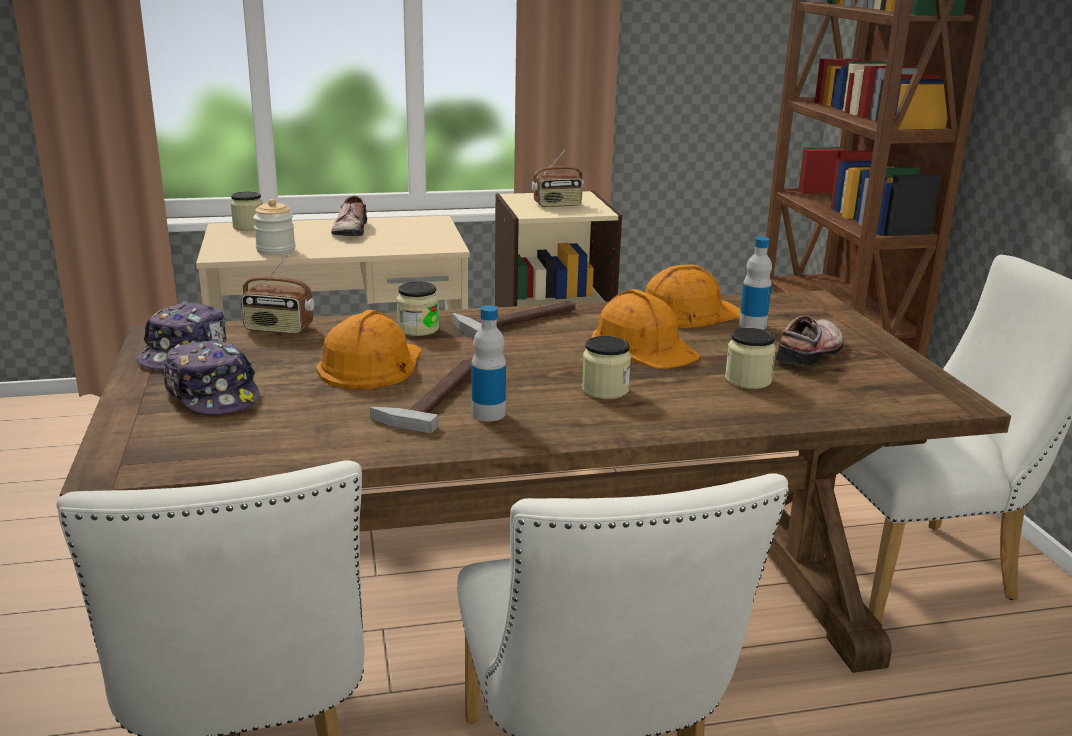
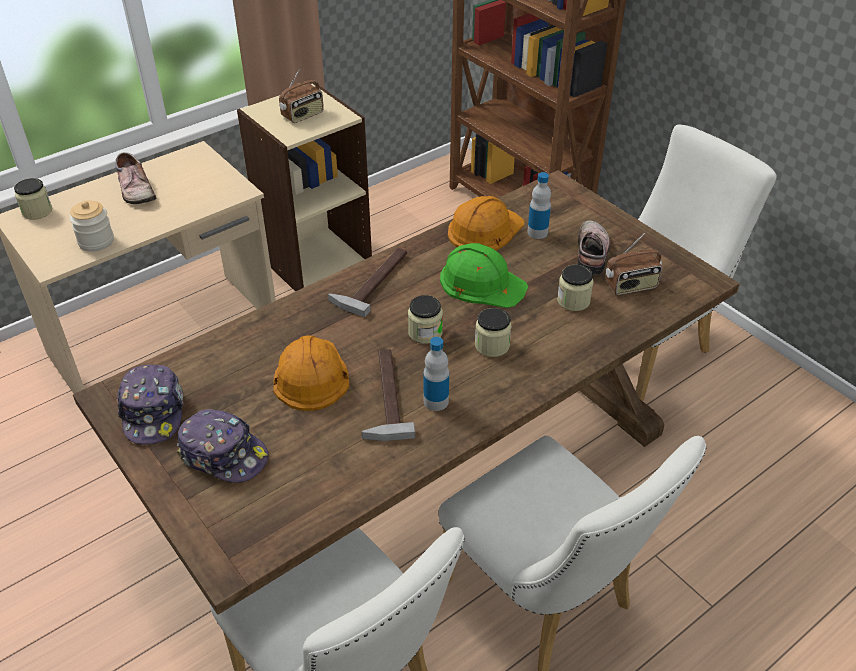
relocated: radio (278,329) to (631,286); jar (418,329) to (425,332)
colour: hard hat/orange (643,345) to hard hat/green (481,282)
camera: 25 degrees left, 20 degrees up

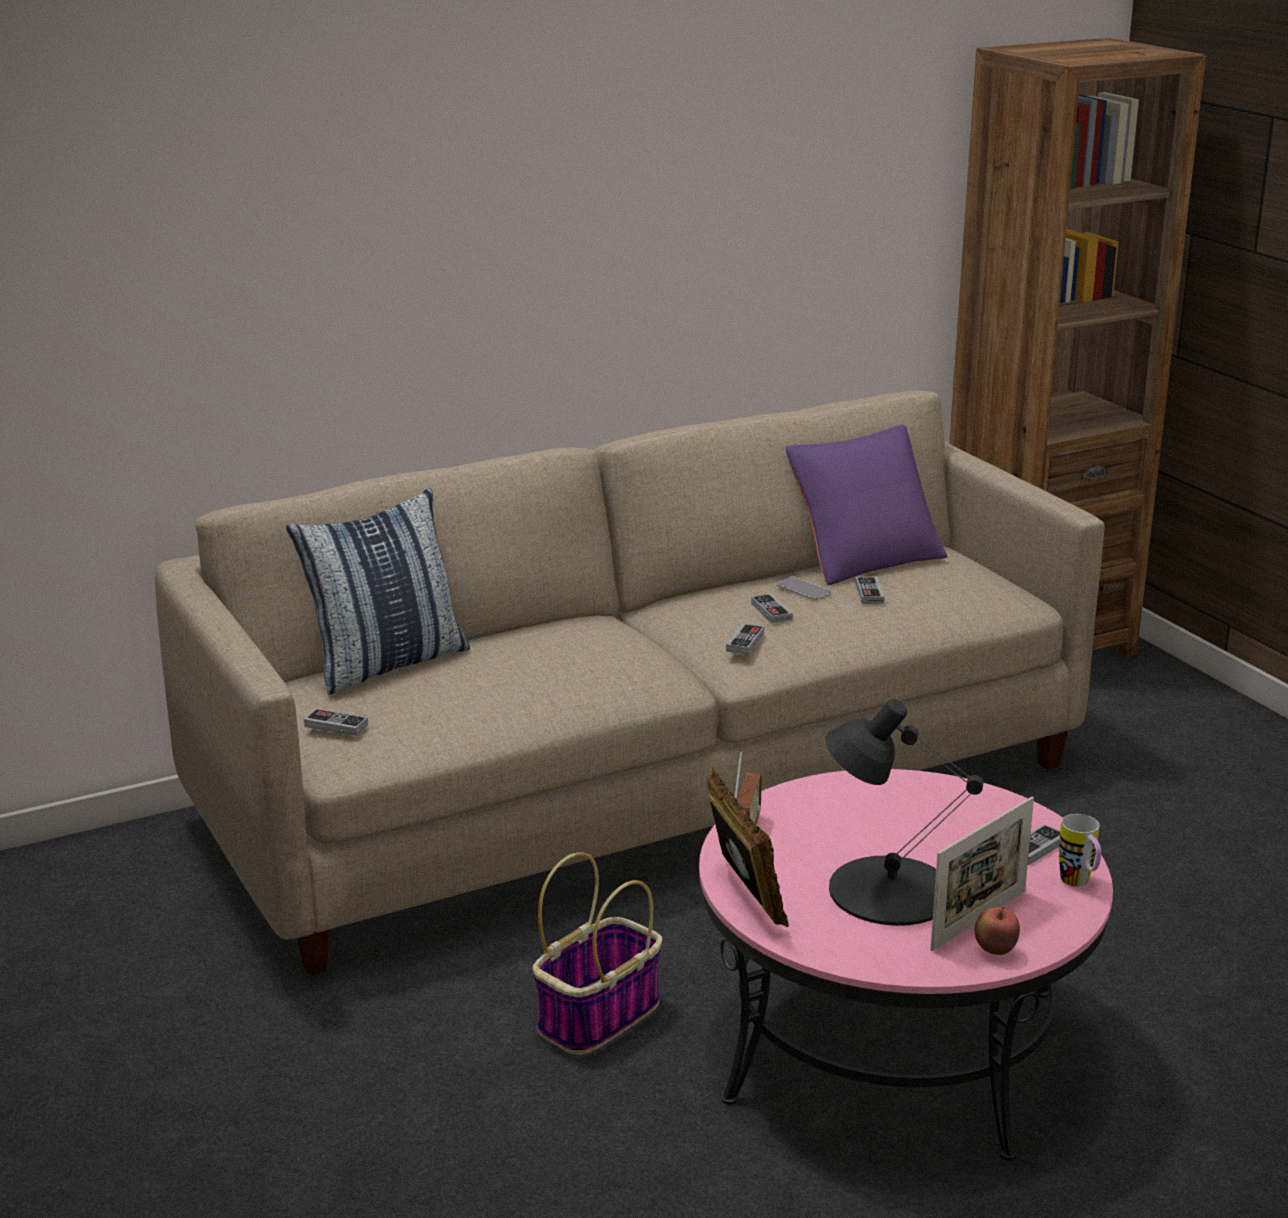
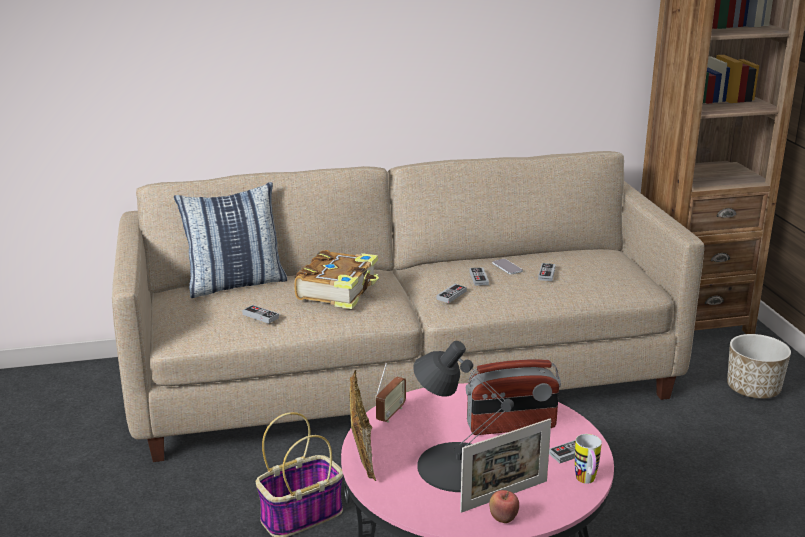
missing: pillow/purple (864,557)
appeared: book (339,290); radio (511,426); planter (753,389)
relocated: game controller (336,725) to (260,316)
camera: 15 degrees right, 0 degrees up

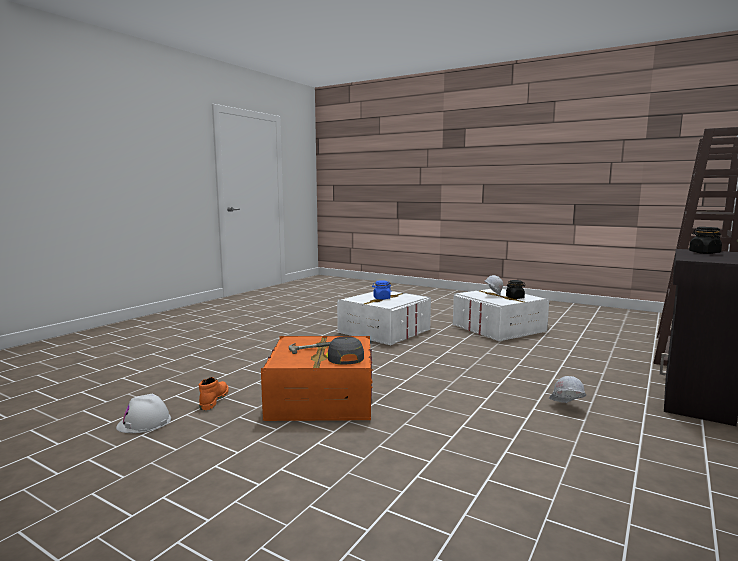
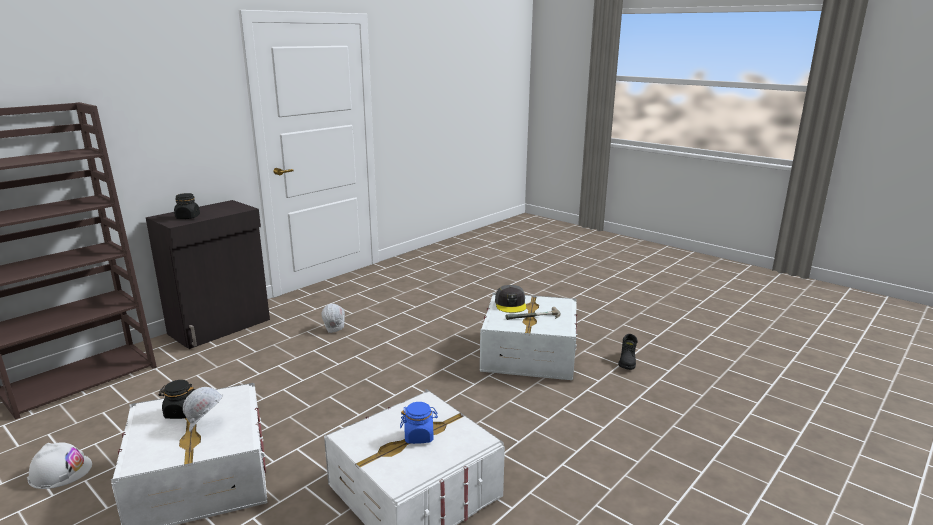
relocated: hard hat/white (144,422) to (60,471)
colour: boot/orange (213,400) to boot/black (627,362); storage box/orange (321,399) to storage box/white (529,354)
camera: 170 degrees left, 10 degrees up

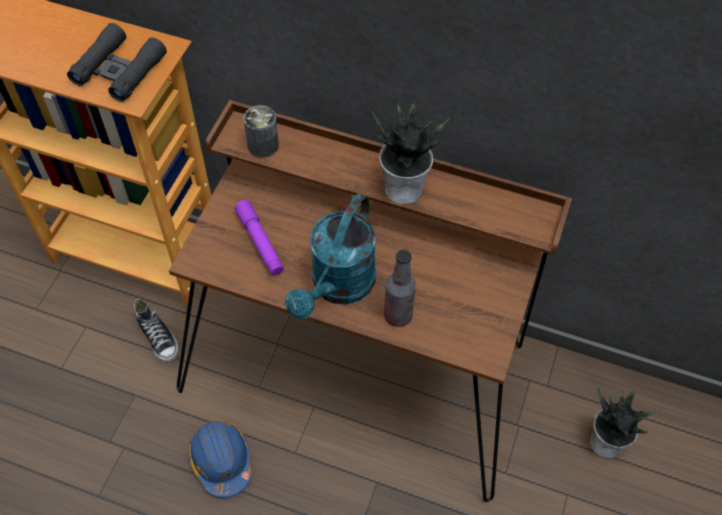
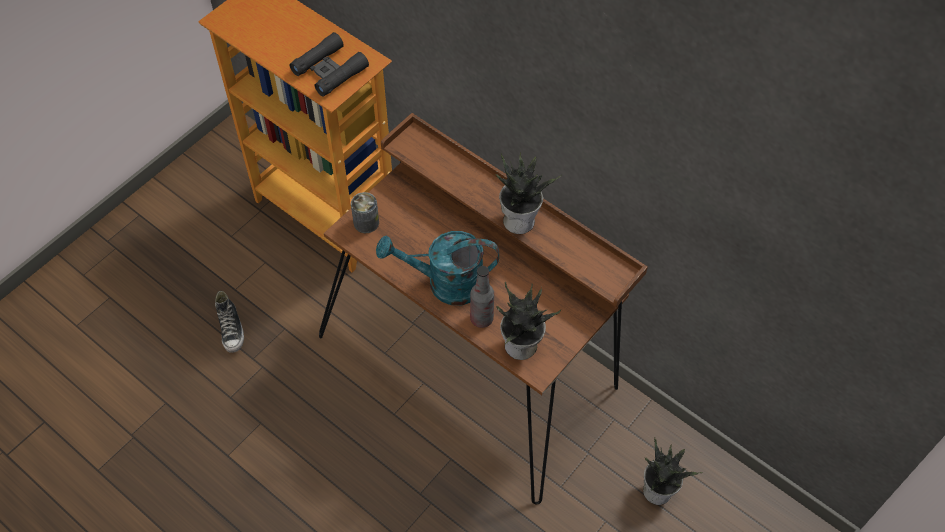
missing: hard hat/blue (221,460); flashlight/purple (260,242)
appeared: potted plant (521,347)
relocated: shoe (159,338) to (231,329); can (263,145) to (366,222)
spun: watering can/turquoise (338,287) = (445,283) 45 degrees clockwise
camera: 20 degrees right, 0 degrees up

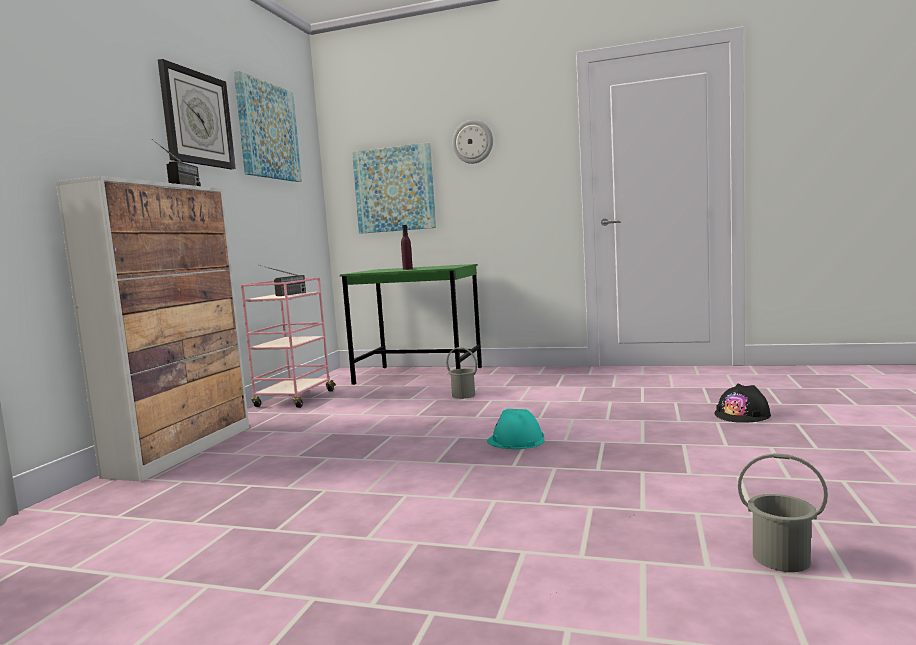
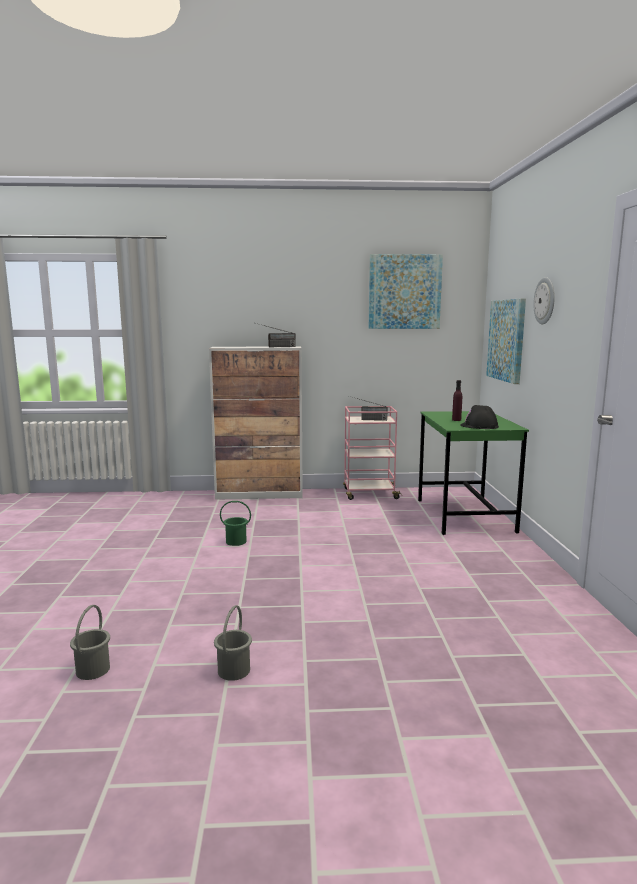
missing: wall clock (197,118); hard hat/turquoise (515,441)
appeared: bucket/green (236,541)
relocated: bucket/grey (463,395) to (234,670); hard hat/black (742,415) to (479,426)
camera: 70 degrees right, 5 degrees up

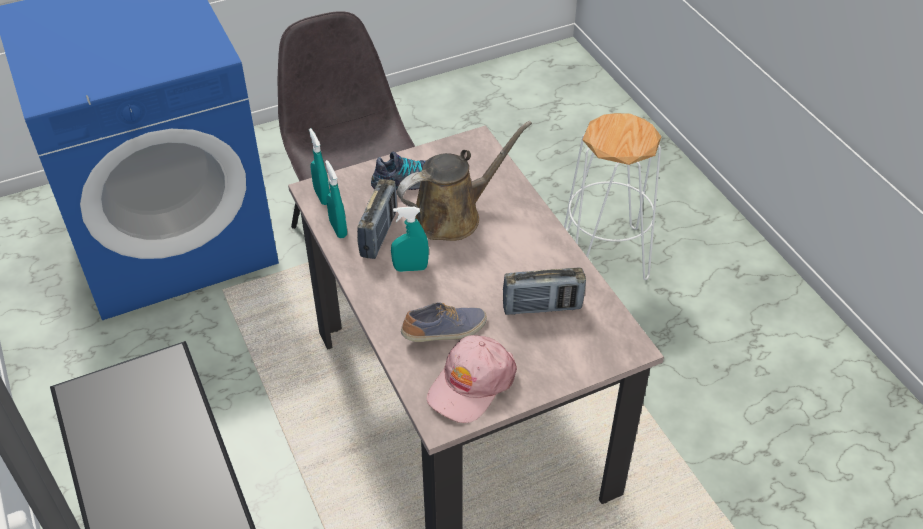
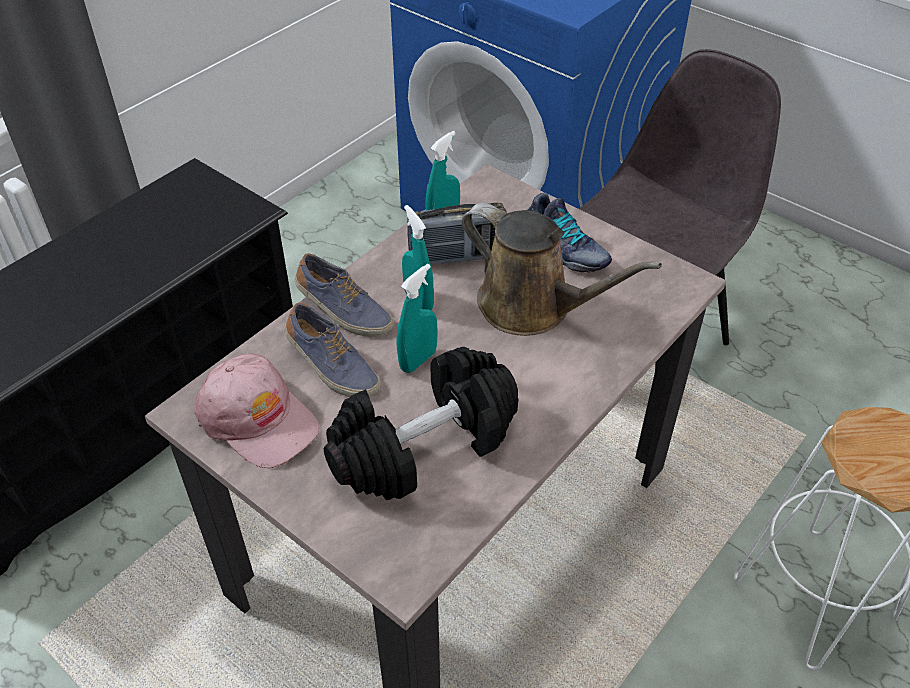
appeared: shoe (343,311)
relocated: spray bottle/turquoise (322,196) to (418,360)
exchanged: radio (542,307) to dumbbell/black (424,447)
spun: cap/pink (471,384) = (258,419) 150 degrees counterclockwise
camera: 65 degrees right, 0 degrees up

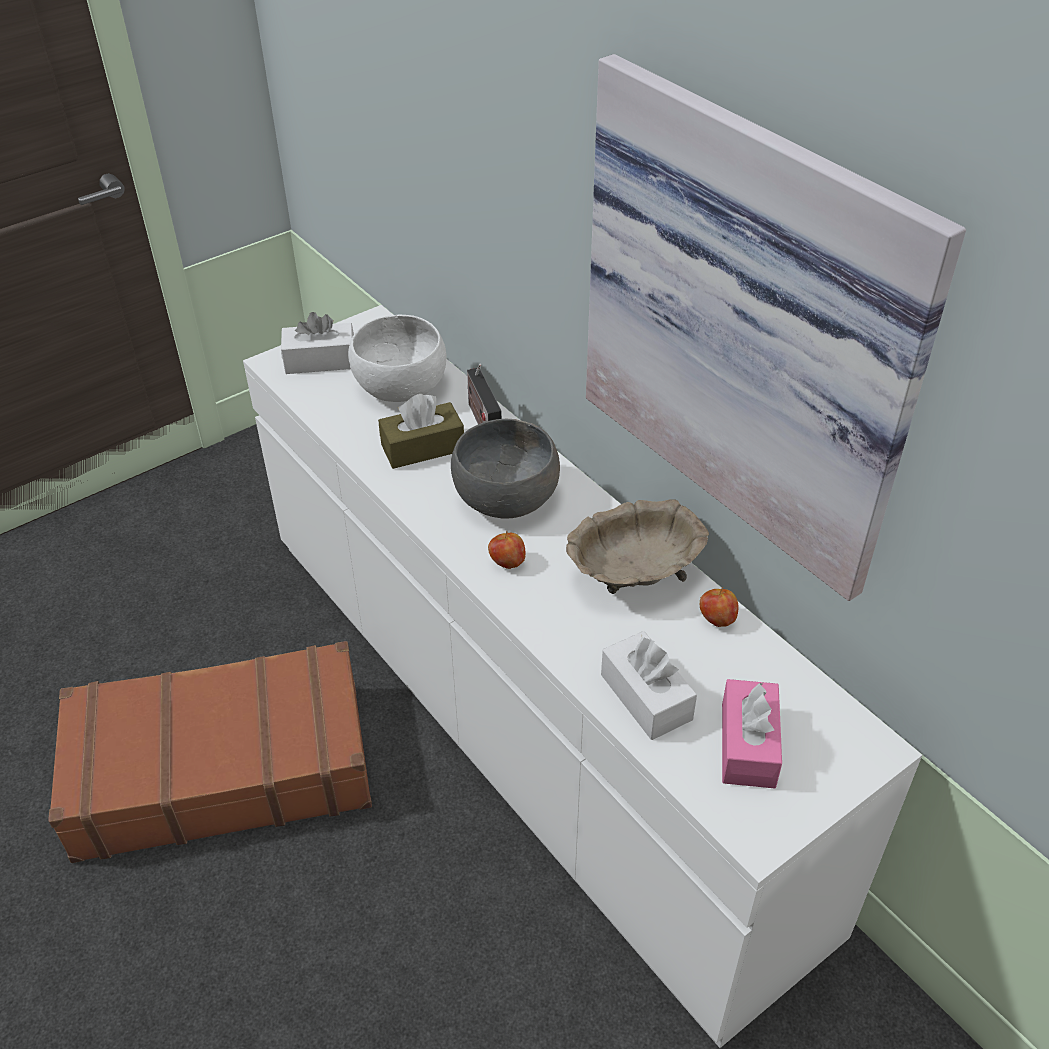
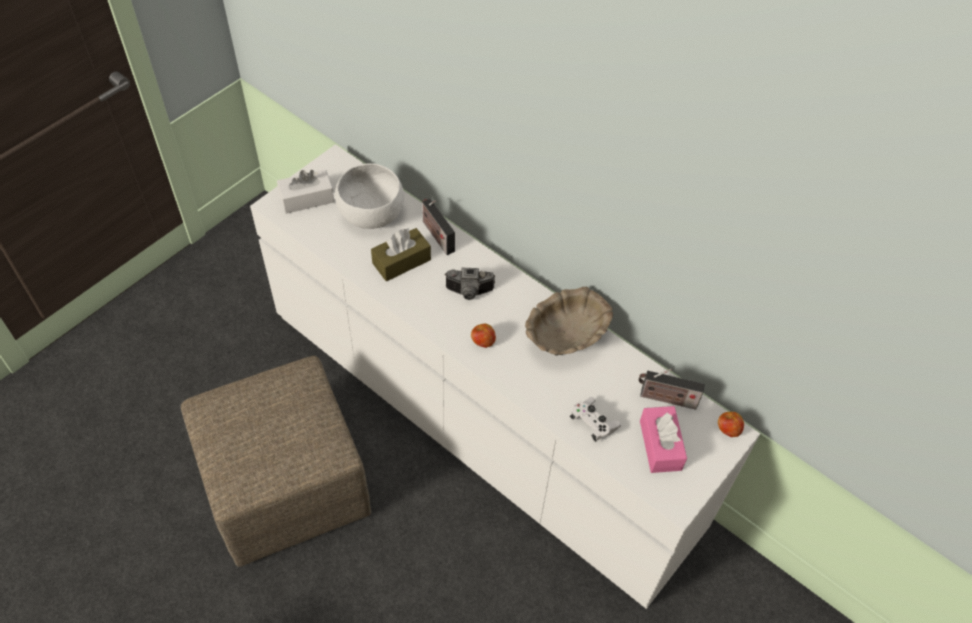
missing: picture (751,323)
appeared: radio (665,399)
relocated: apple (717,619) to (727,430)
exchanged: suitcase/brown (221,768) to ottoman/beige (284,488); bowl/grey (507,498) to photo camera (469,293); tissue box/white (646,697) to game controller/white (593,423)
camera: 15 degrees left, 10 degrees up

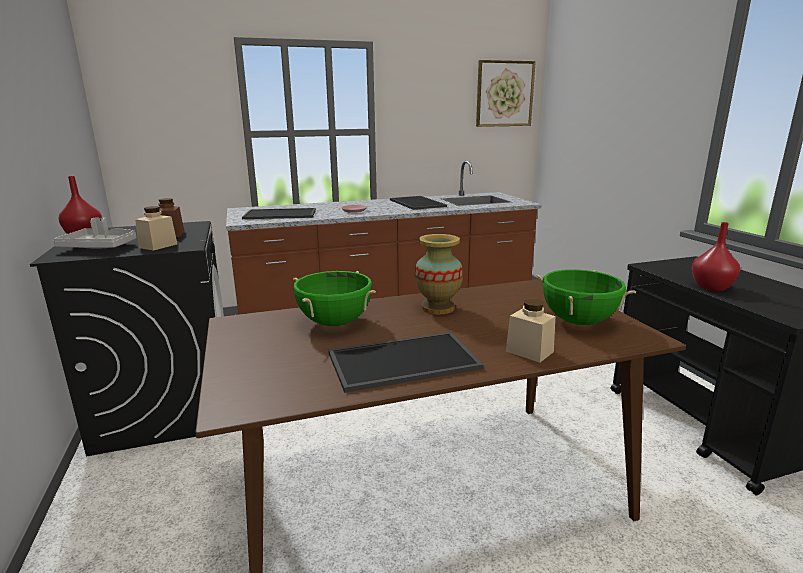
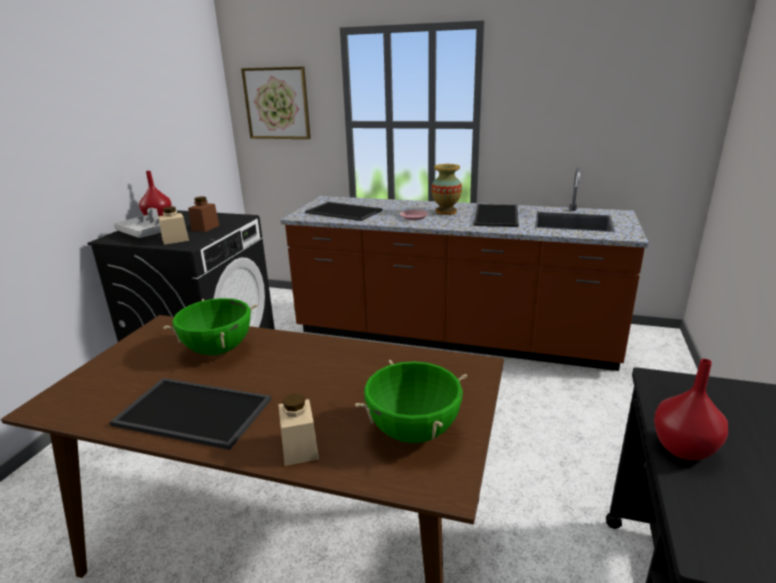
relocated: vase (438,308) to (446,212); picture (504,94) to (277,103)
camera: 35 degrees right, 5 degrees up

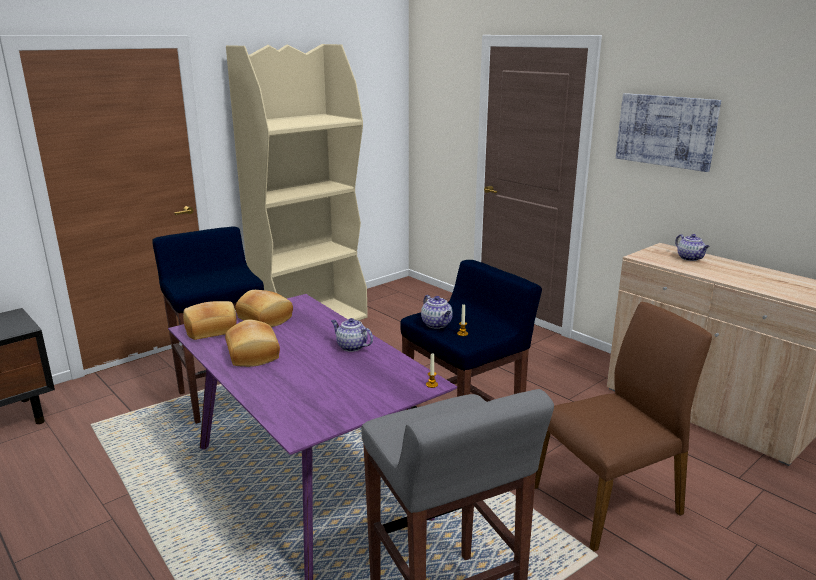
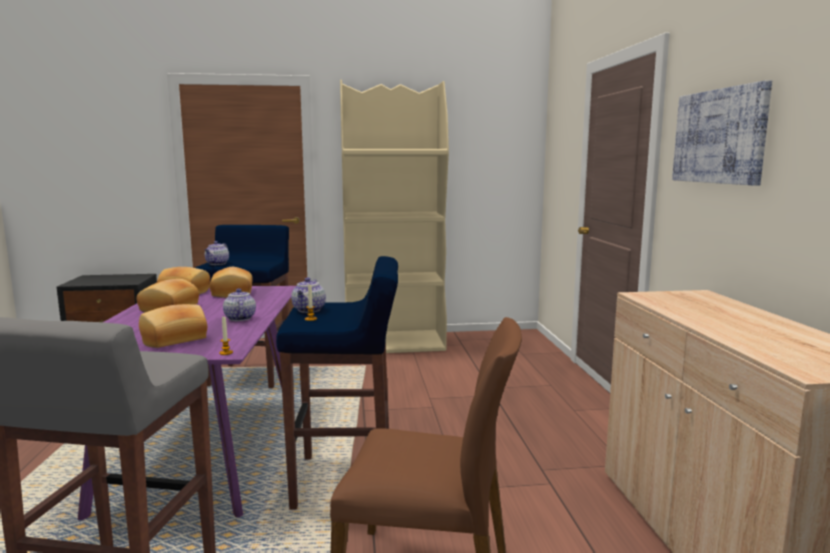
appeared: bread (174,340)
relocated: teapot (690,258) to (217,264)
camera: 35 degrees right, 10 degrees down

